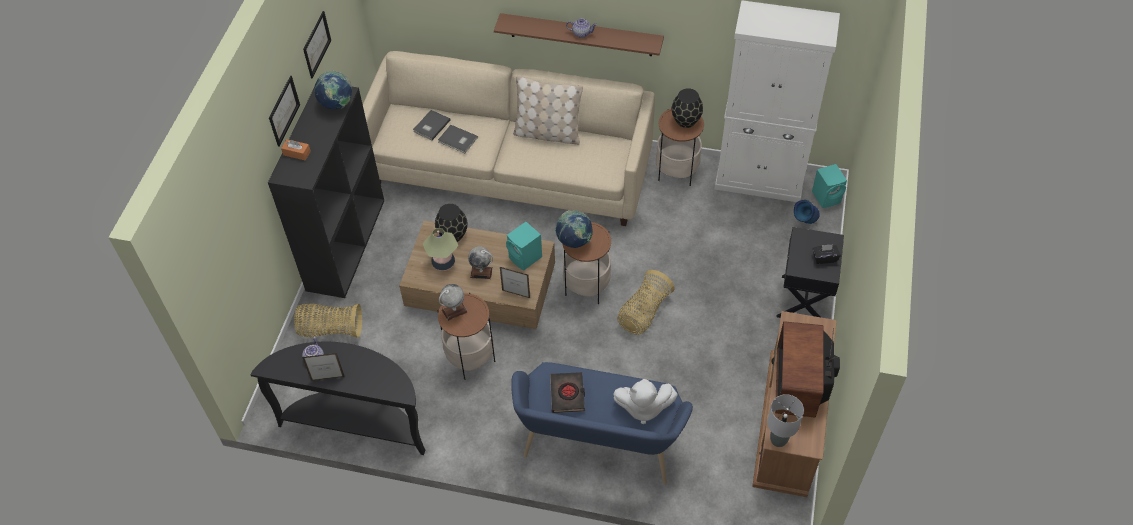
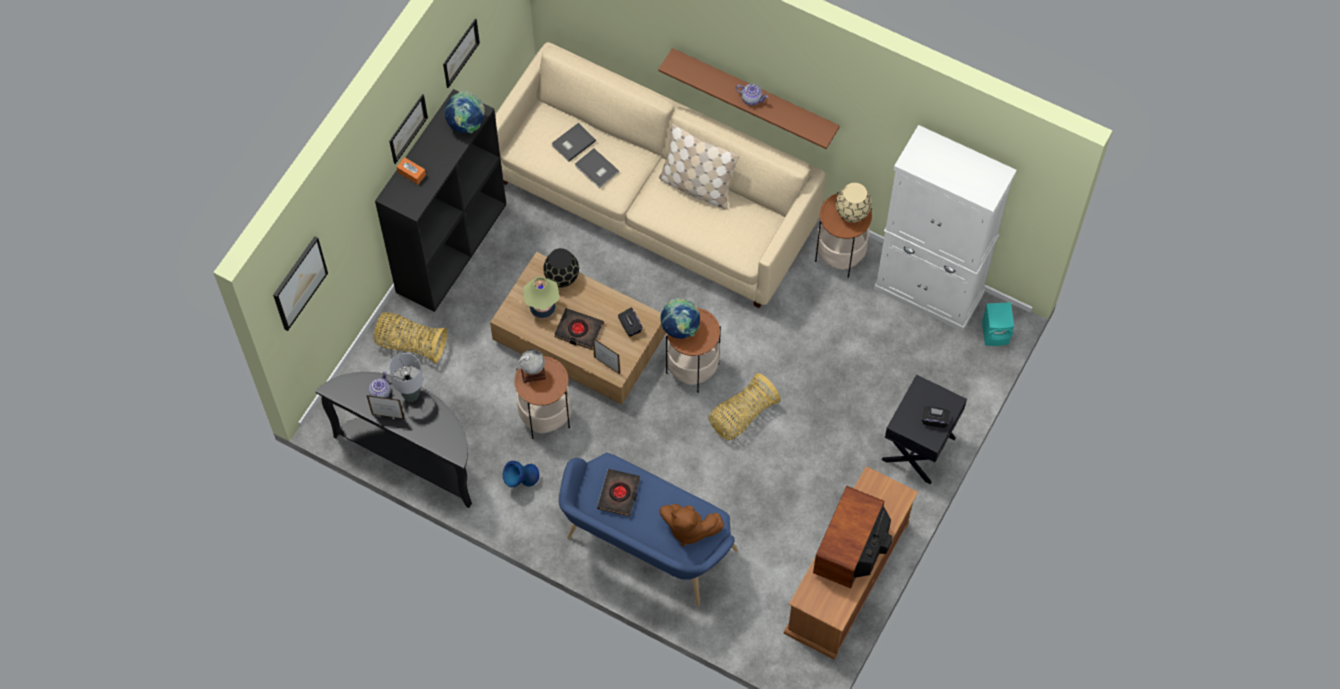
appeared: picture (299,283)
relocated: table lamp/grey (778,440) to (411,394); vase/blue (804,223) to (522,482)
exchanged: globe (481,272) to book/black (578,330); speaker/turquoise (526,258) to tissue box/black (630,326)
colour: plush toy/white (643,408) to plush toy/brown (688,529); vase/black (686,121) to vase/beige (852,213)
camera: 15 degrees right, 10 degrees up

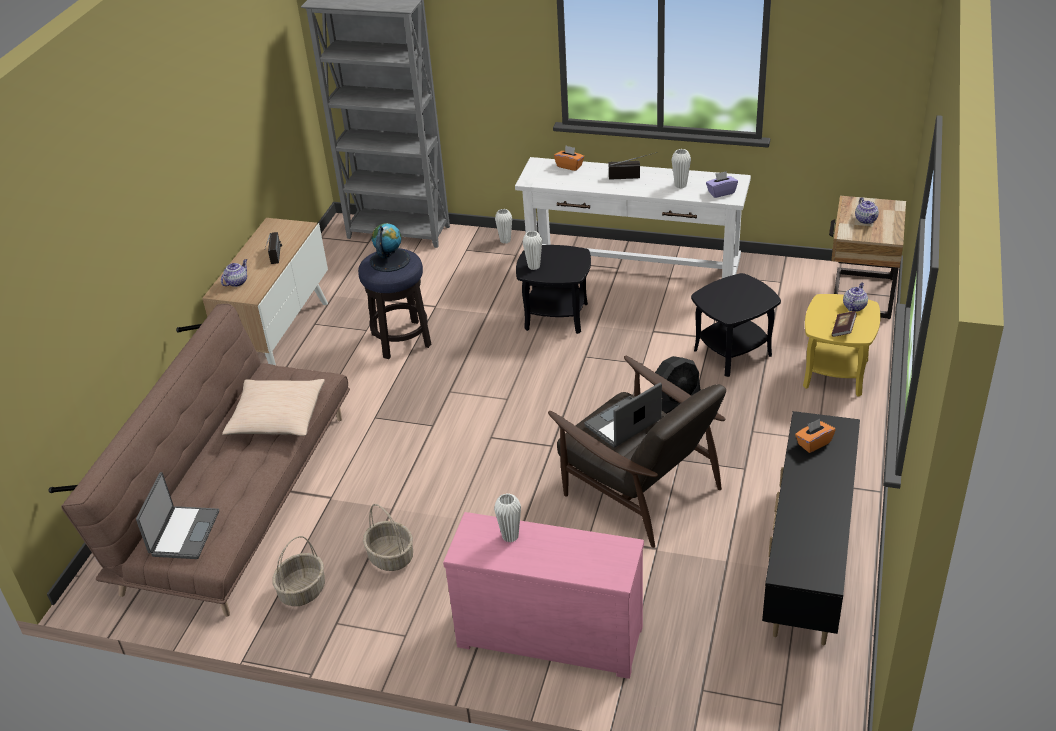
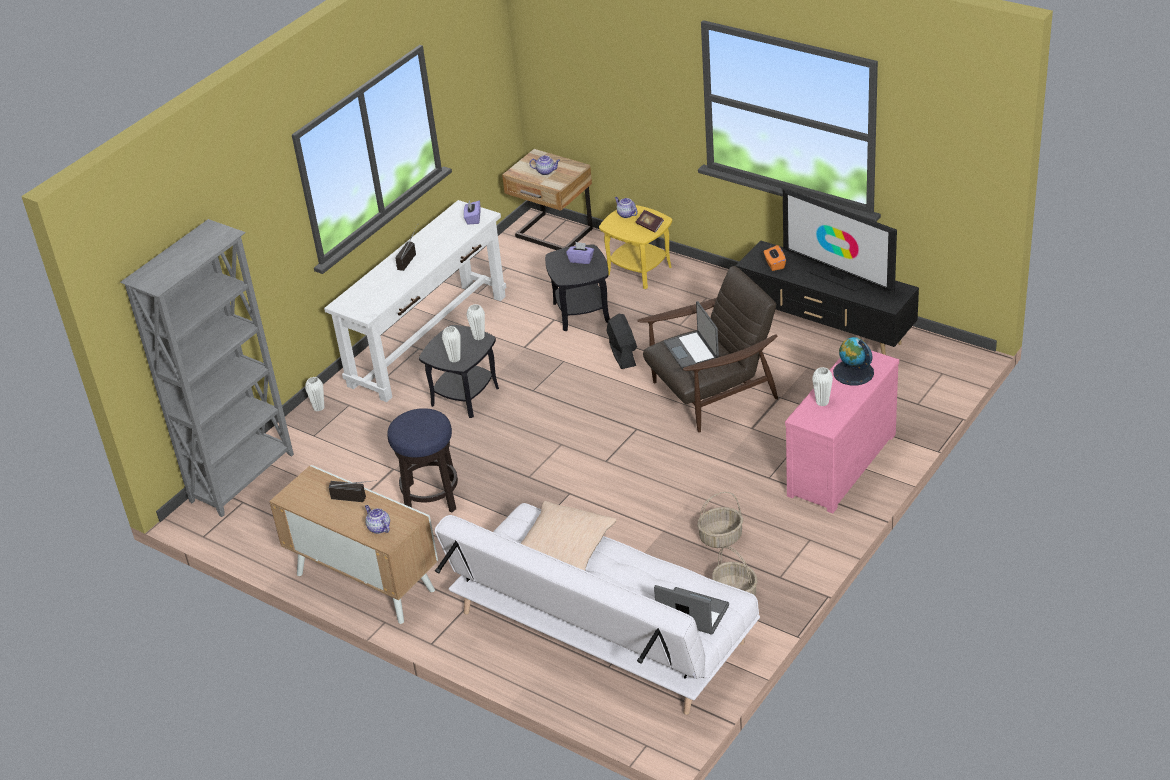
missing: tissue box/orange (569,166)
appeared: tissue box/purple (581,260); television (839,276)
relocated: globe (389,260) to (853,372); vase/white (680,185) to (479,337)
colour: sofa/brown (237,502) to sofa/white (602,629)
camera: 70 degrees left, 0 degrees up

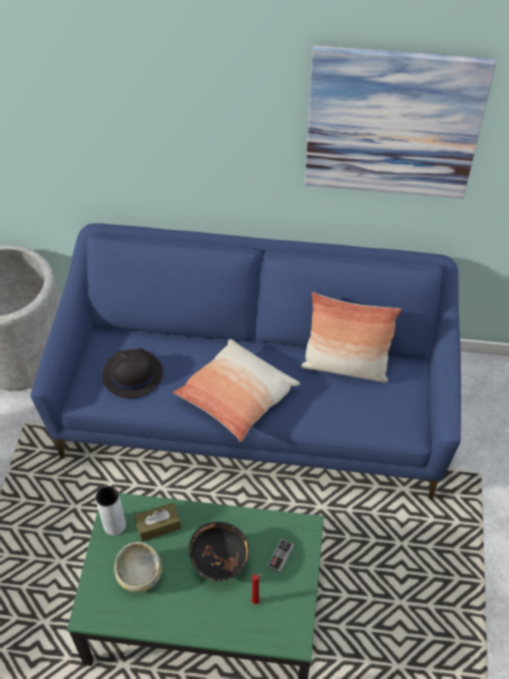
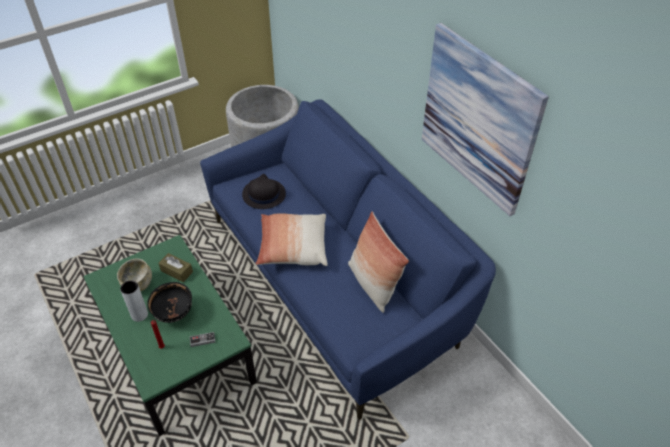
relocated: vase/grey (114,525) to (139,315)
camera: 50 degrees right, 5 degrees down

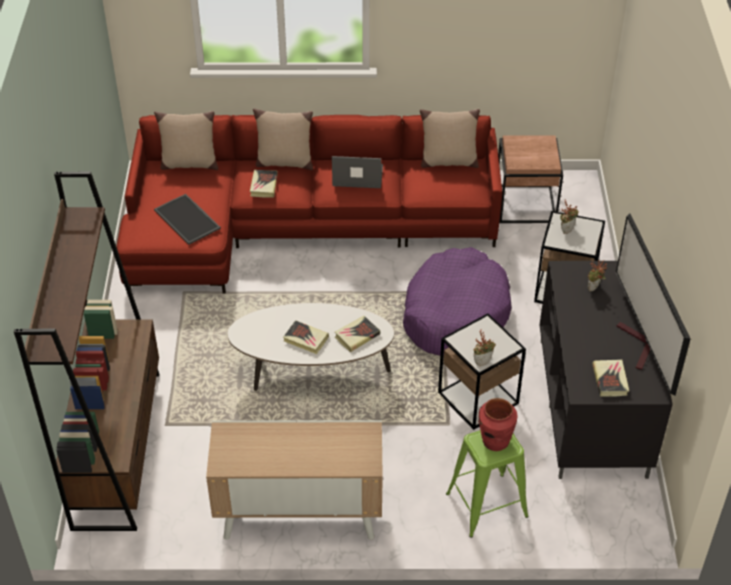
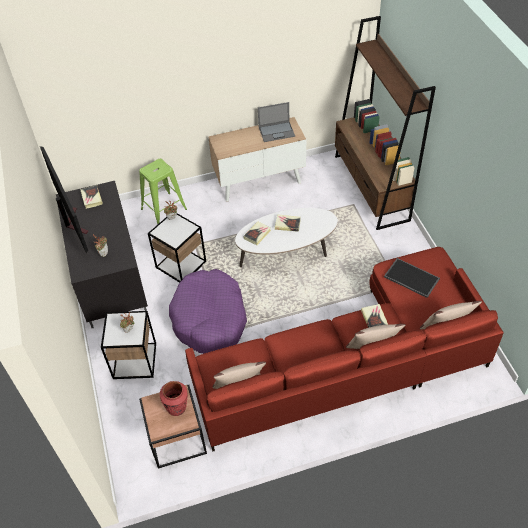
relocated: laptop (357,176) to (277,131); vase/red (495,441) to (177,407)
camera: 165 degrees right, 5 degrees up

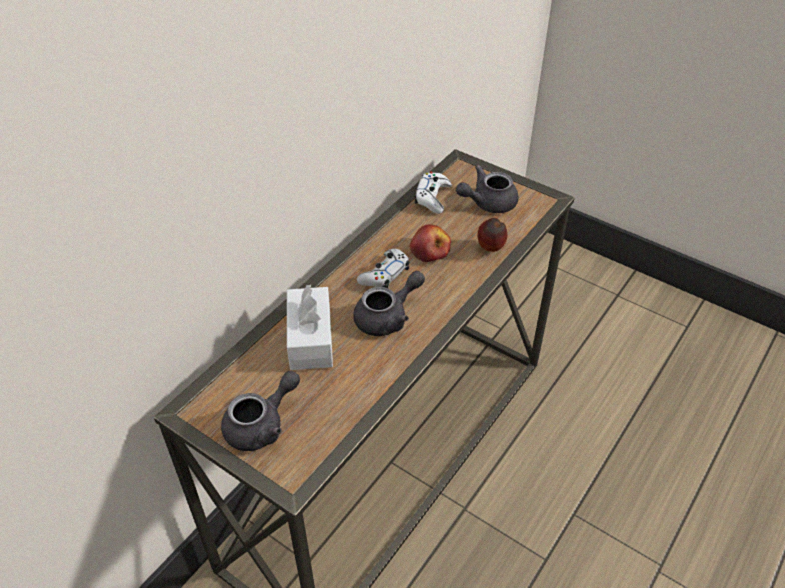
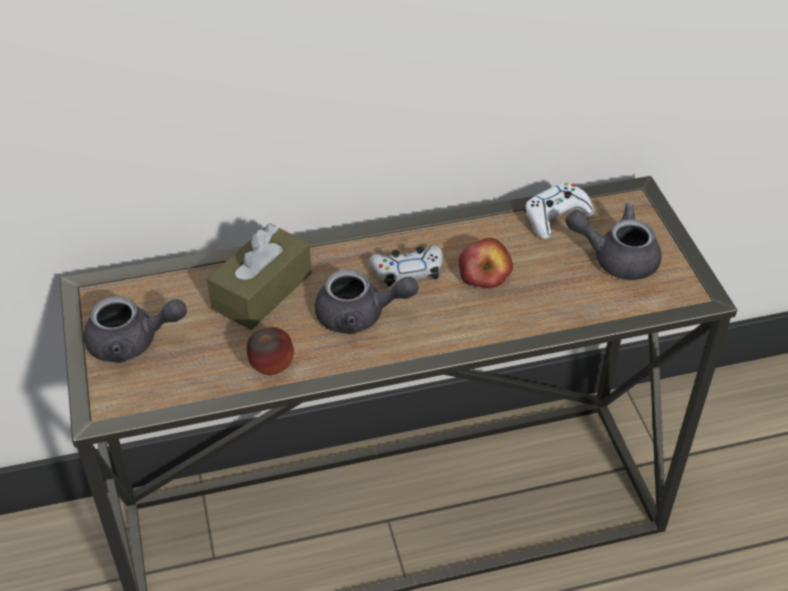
relocated: apple (490,249) to (271,369)
colour: tissue box/white (310,339) to tissue box/brown (262,290)
camera: 40 degrees right, 0 degrees up

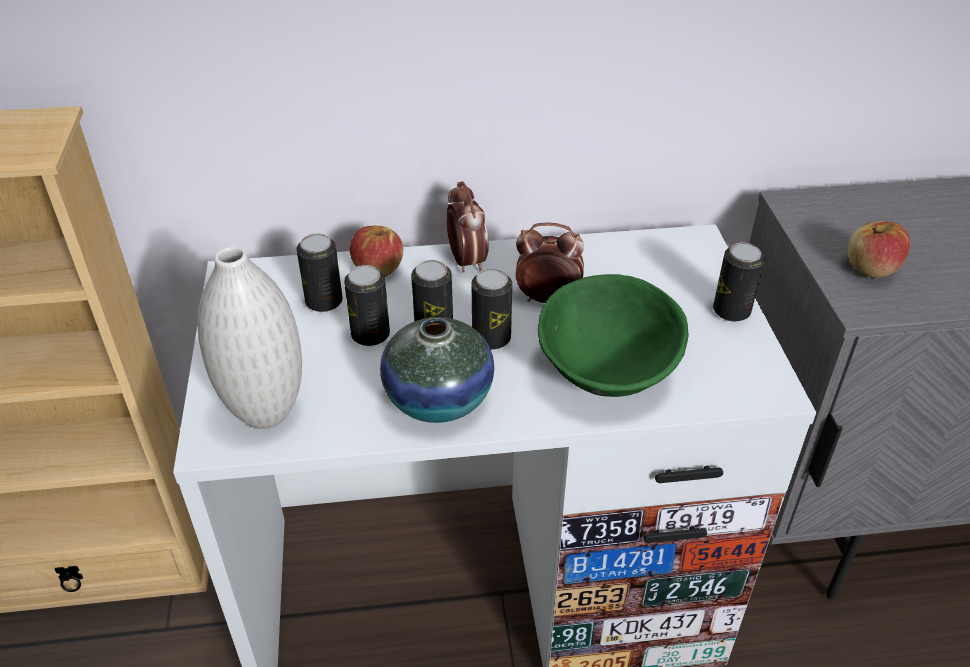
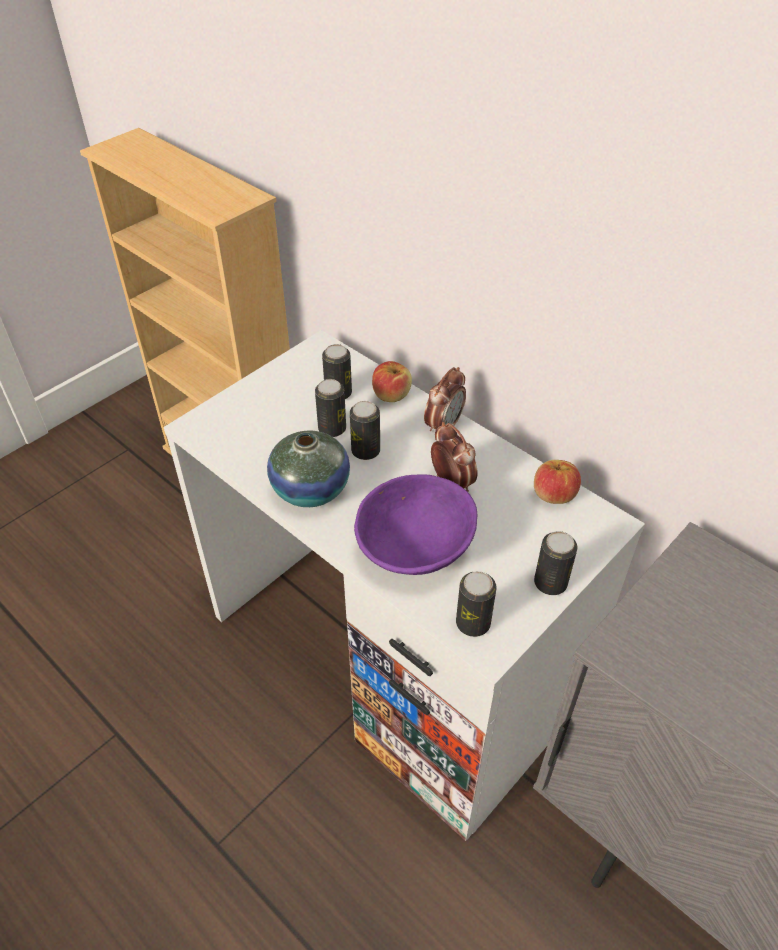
missing: vase/white (266,413)
relocated: can (491,338) to (473,623); apple (871,269) to (553,494)
colour: bowl/green (607,370) to bowl/purple (416,550)
camera: 50 degrees right, 5 degrees up

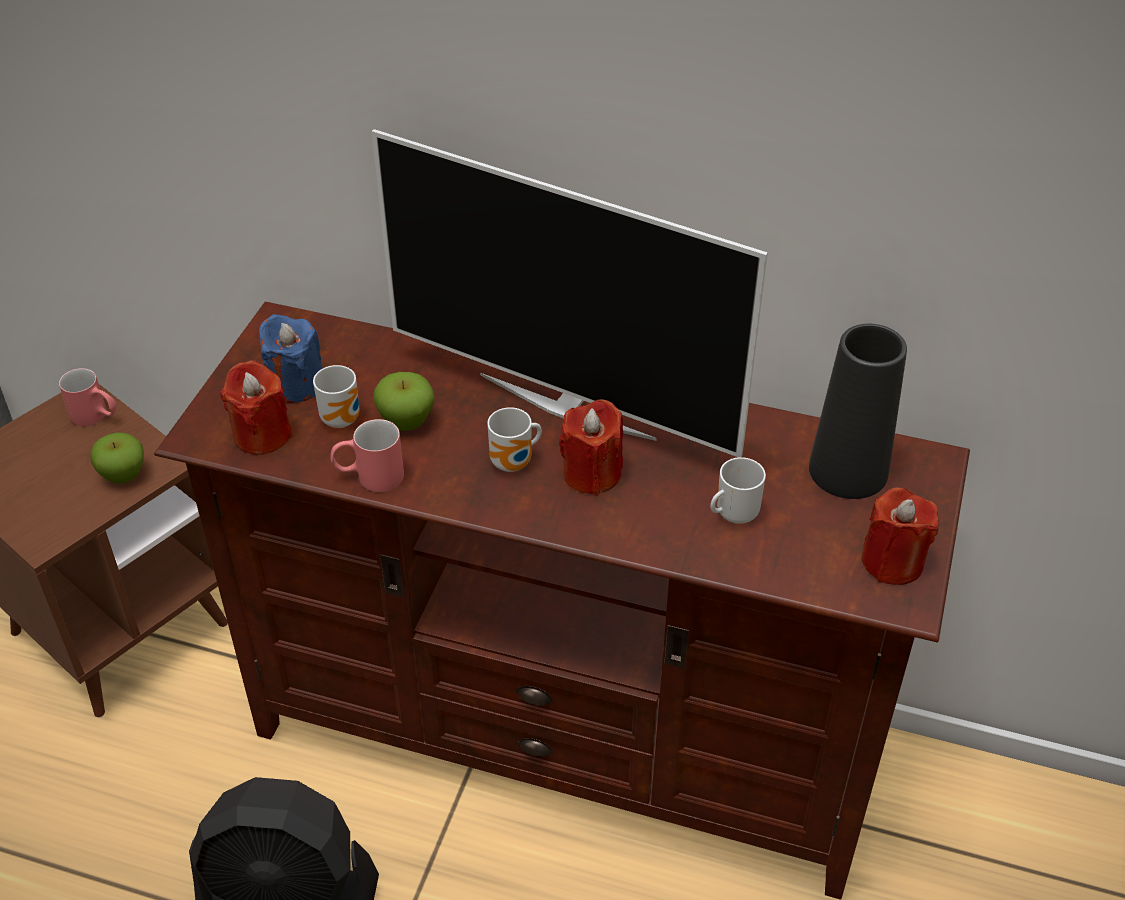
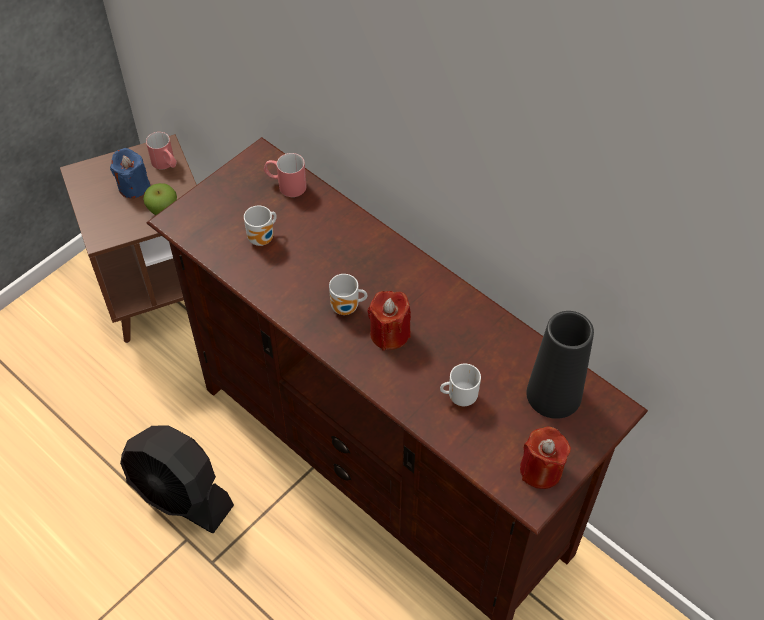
missing: candle/red (262,435); television (568,405); apple (406,422)
relocated: candle/blue (295,384) to (133,186); mug/red (369,477) to (285,185)
camera: 25 degrees right, 10 degrees up

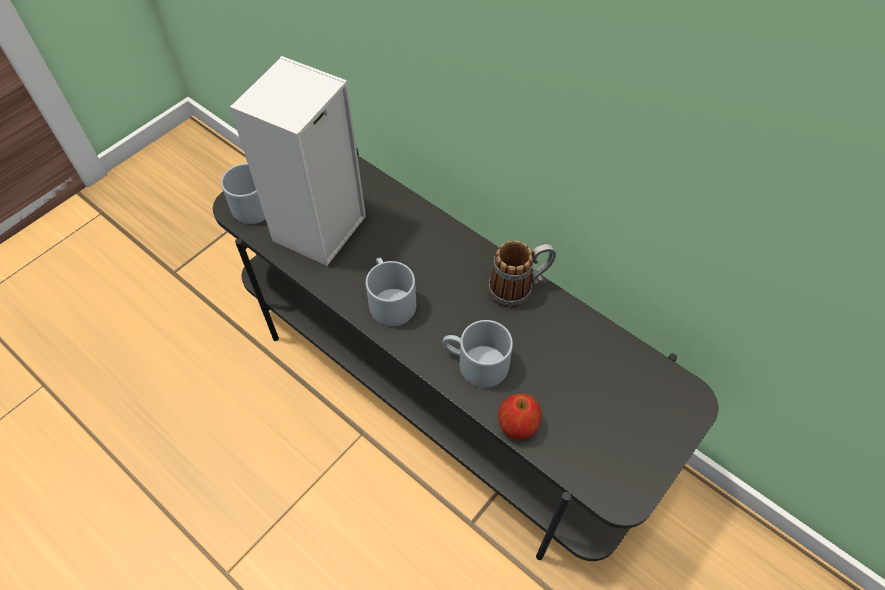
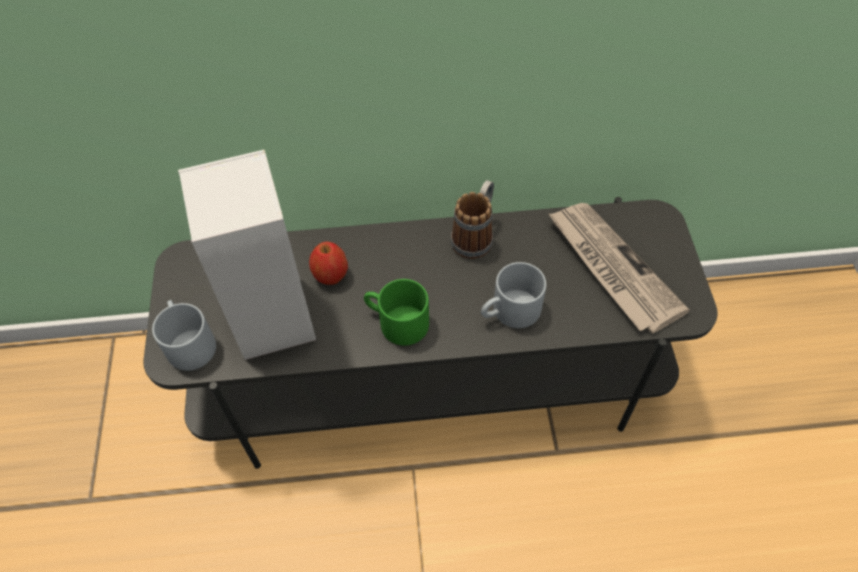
appeared: newspaper (611,268)
relocated: apple (517,425) to (331,275)
colour: mug/grey (389,300) to mug/green (396,322)
camera: 45 degrees left, 0 degrees up

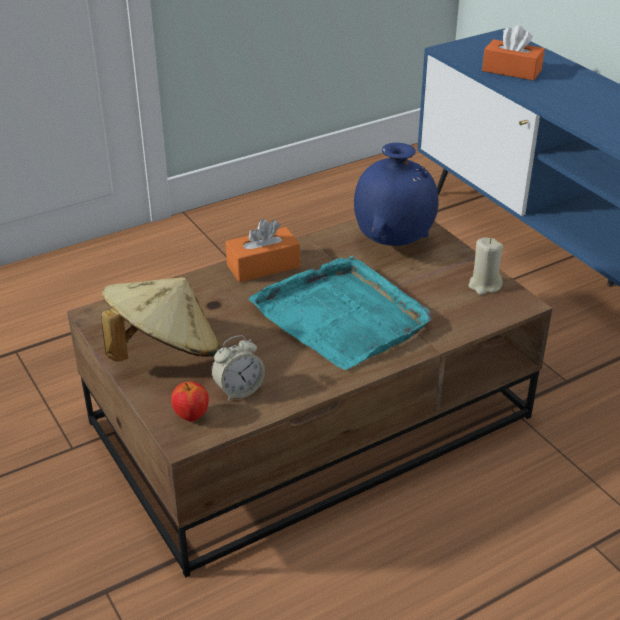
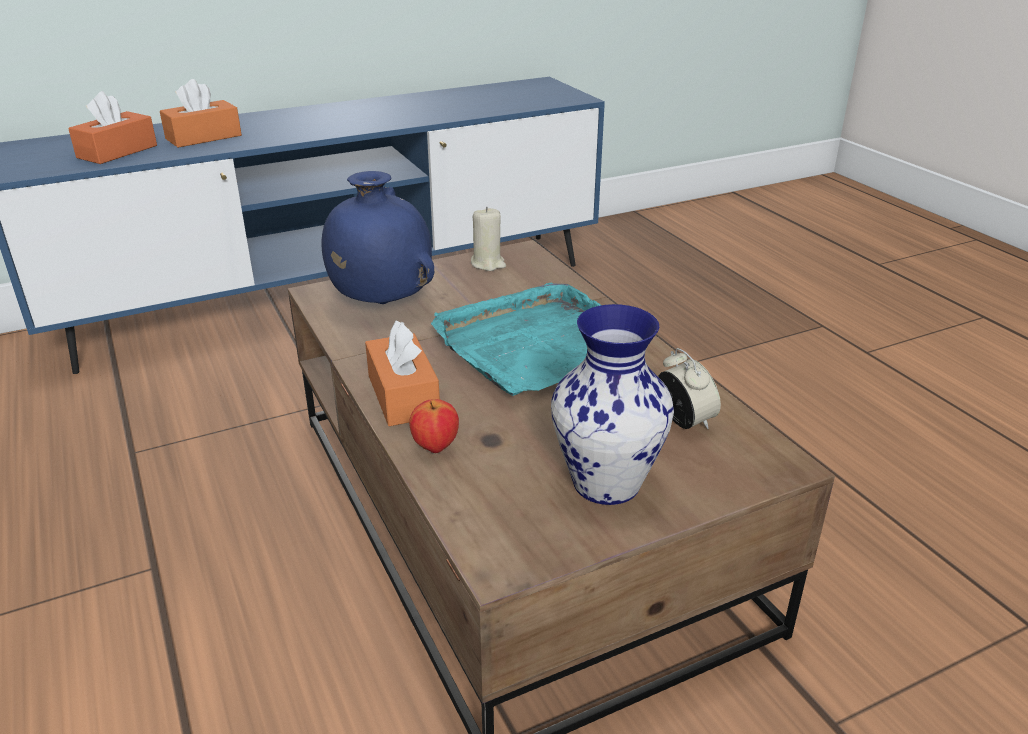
appeared: tissue box/orange (203,137)
relocated: apple (191,416) to (435,447)
exchanged: hat/beige (164,352) to vase (605,484)
camera: 85 degrees left, 5 degrees down

